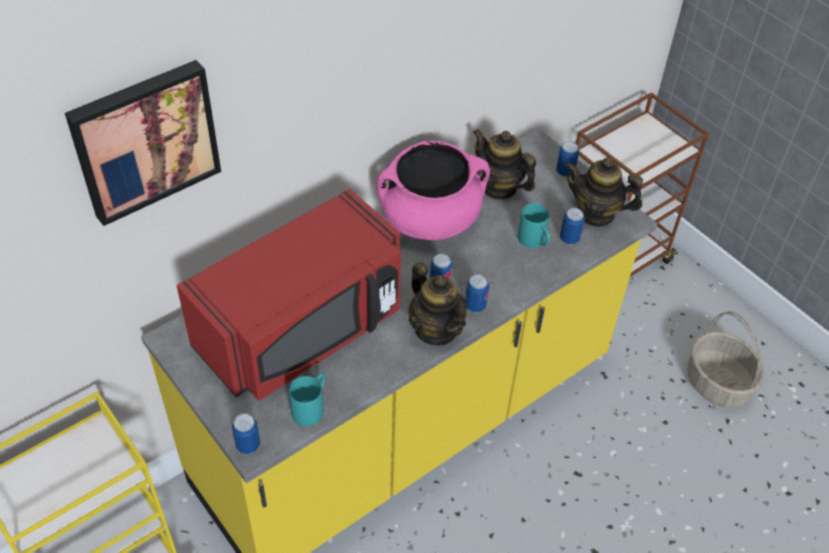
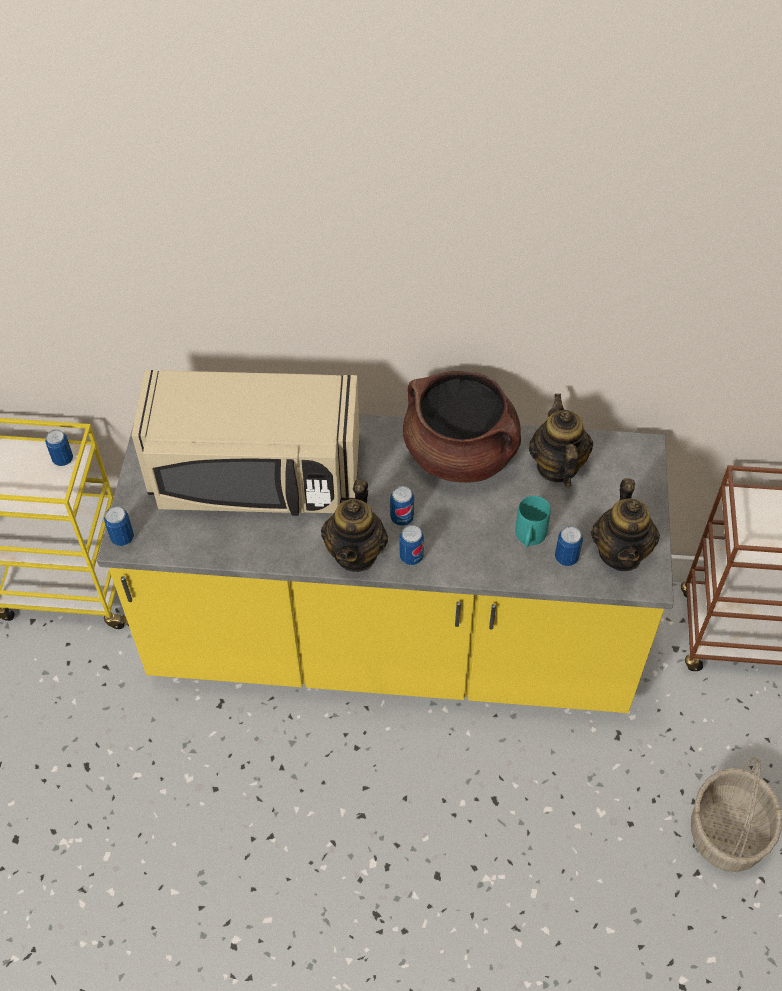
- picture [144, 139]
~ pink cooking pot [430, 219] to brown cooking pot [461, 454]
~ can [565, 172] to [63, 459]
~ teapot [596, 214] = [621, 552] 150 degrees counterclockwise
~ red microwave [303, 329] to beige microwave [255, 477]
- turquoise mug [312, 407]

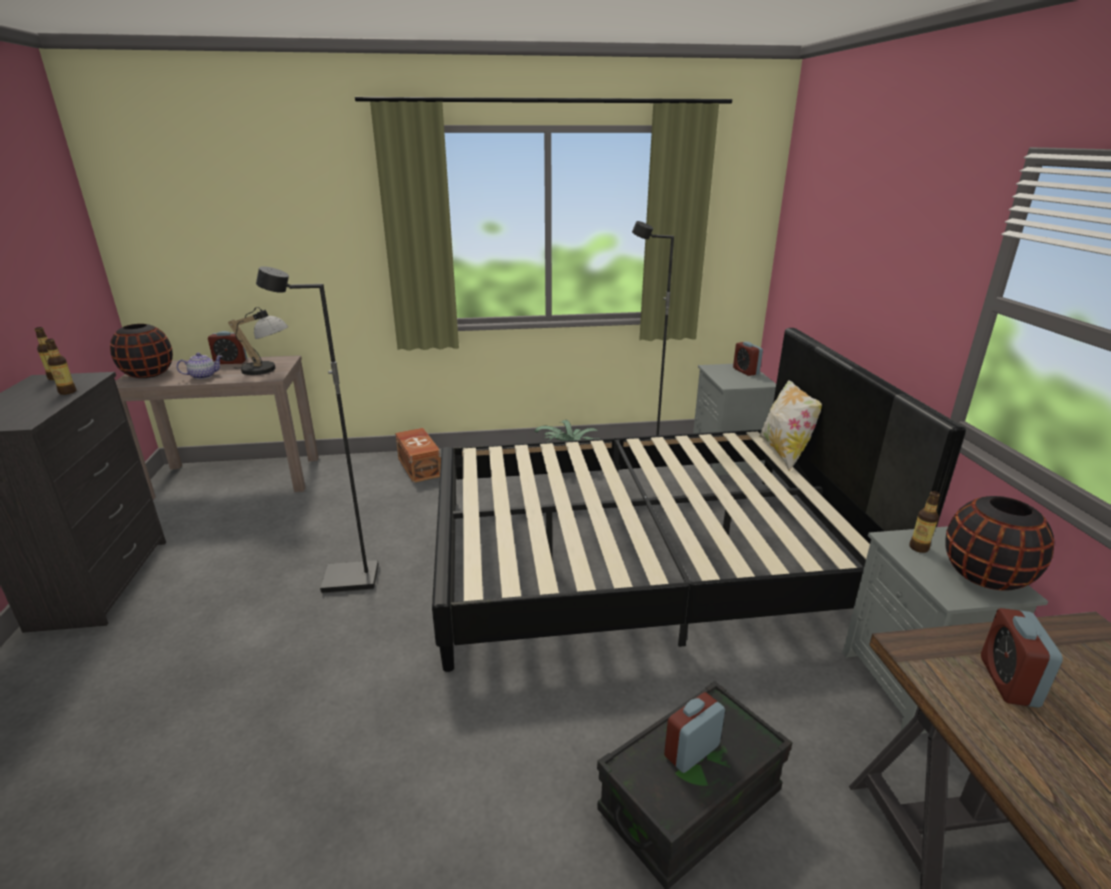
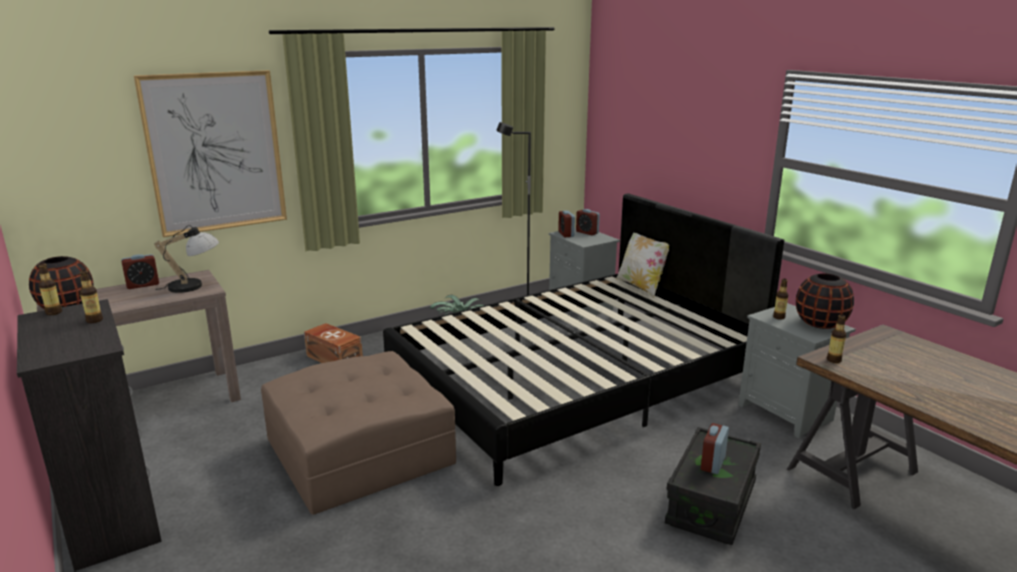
~ black floor lamp [349, 580] to brown ottoman [360, 452]
- teapot [203, 376]
~ alarm clock [1008, 681] to [566, 234]
+ picture [215, 152]
+ bottle [833, 360]

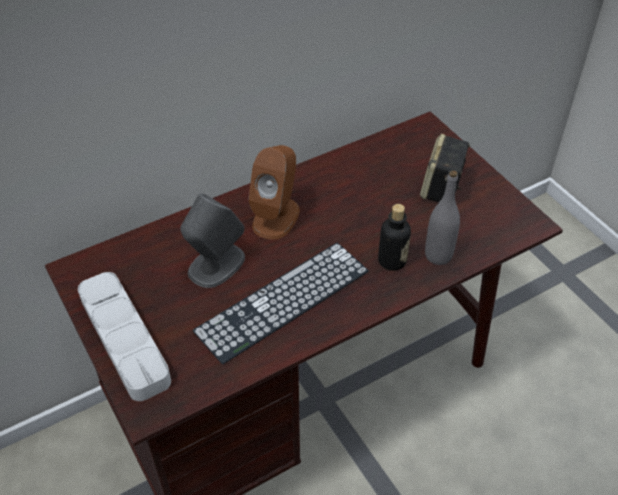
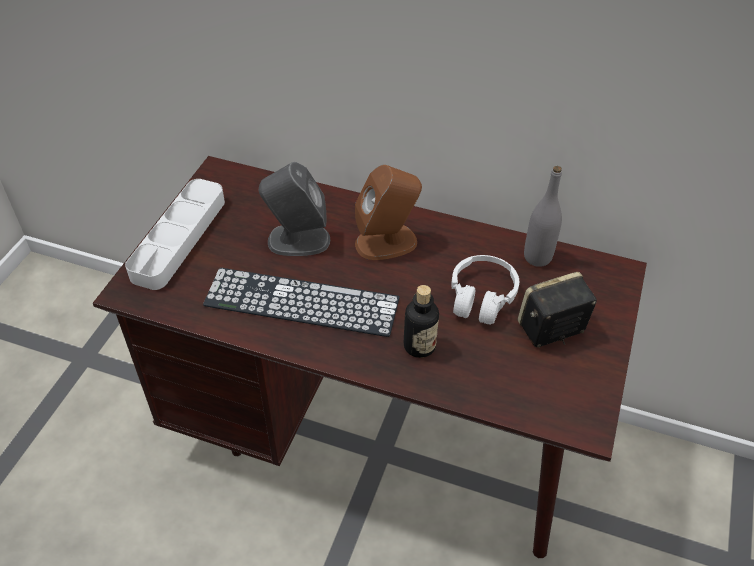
~ grey bottle [438, 255] to [537, 257]
+ white headphones [481, 297]

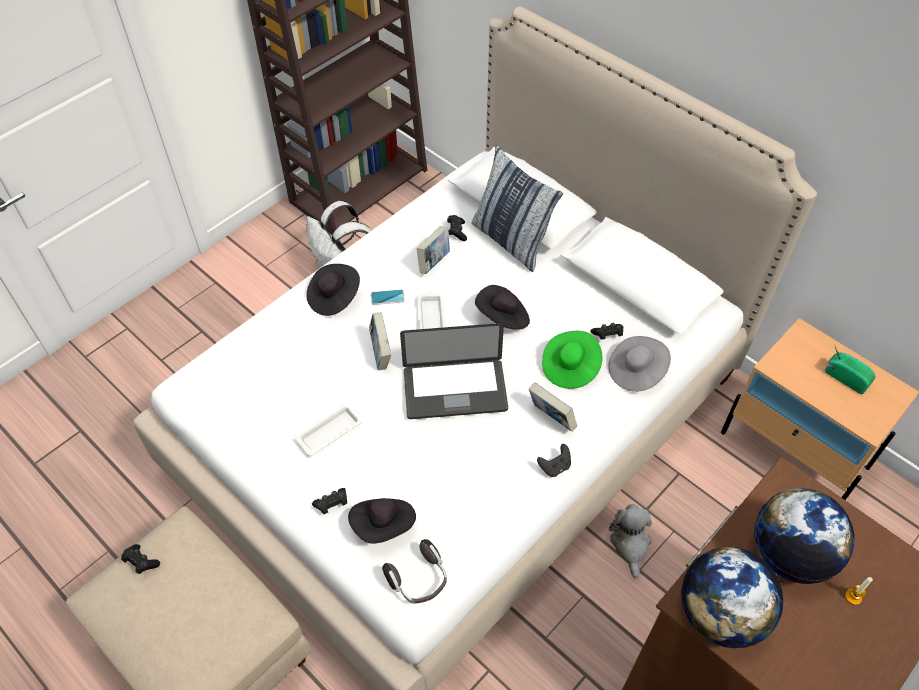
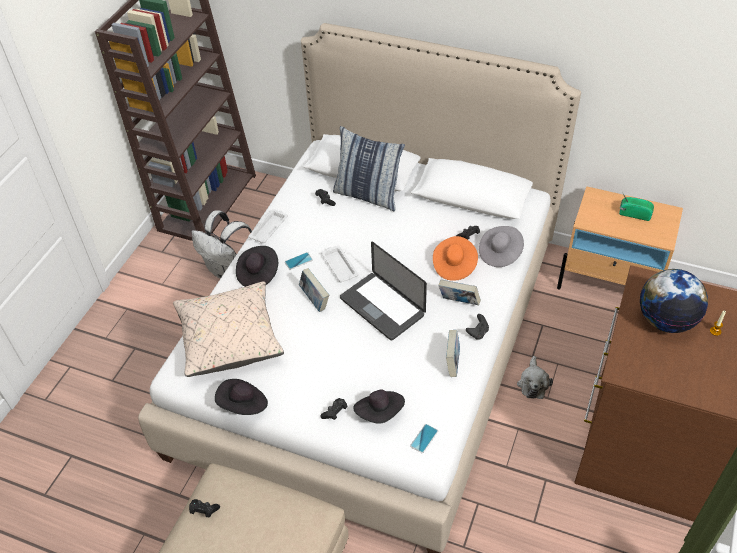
~ book [434, 262] to [452, 362]
~ black hat [503, 317] to [243, 405]
~ laptop [455, 390] = [382, 307] 75 degrees clockwise
~ green hat [570, 367] to orange hat [454, 265]
~ white tray [330, 431] to [269, 228]
~ plush toy [630, 544] = [533, 383] 150 degrees counterclockwise
~ headphones [418, 580] to phone [424, 438]
- globe [719, 614]
+ beige pillow [230, 339]

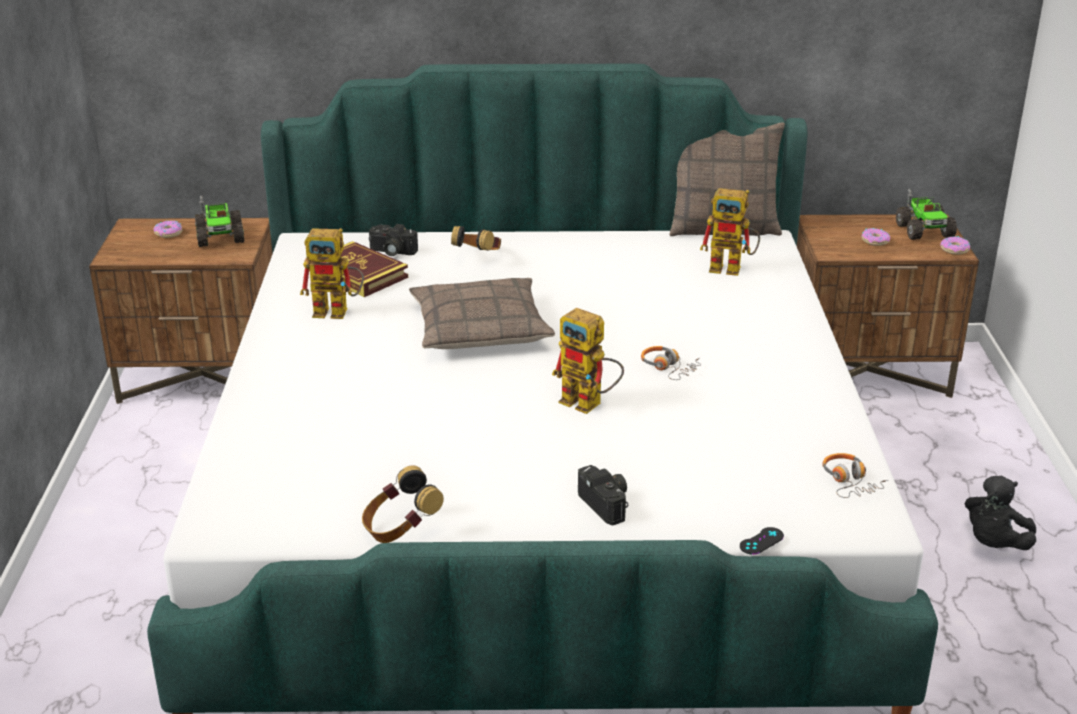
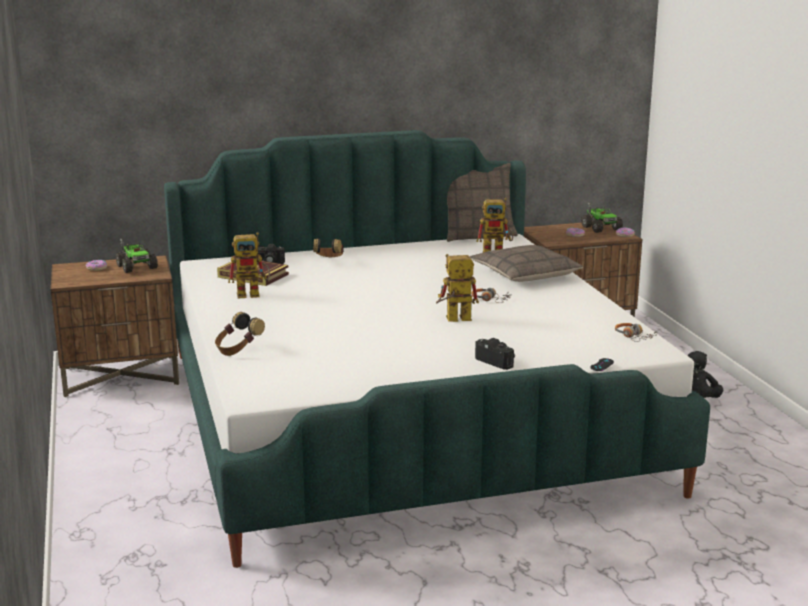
~ pillow [480, 328] to [524, 274]
~ toy robot [589, 404] = [453, 320] 150 degrees clockwise
~ headphones [400, 529] to [238, 350]

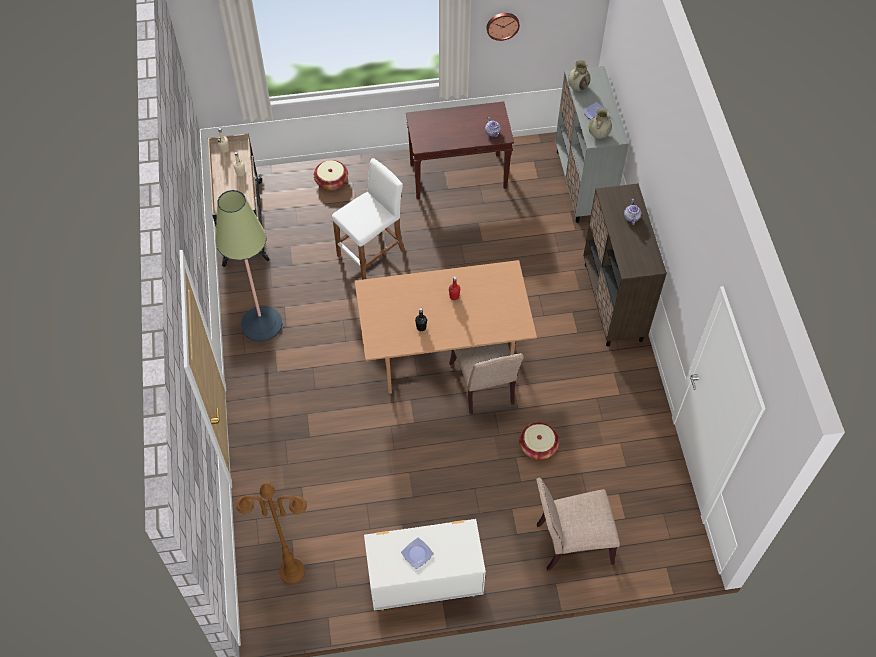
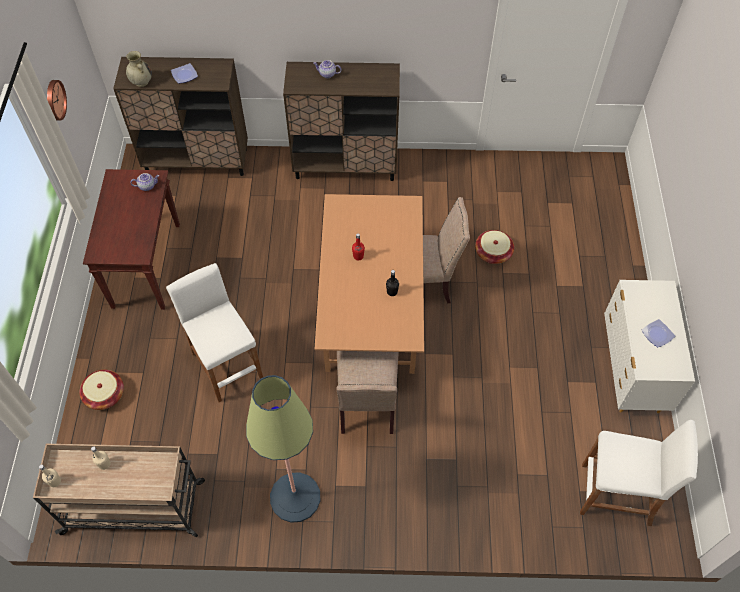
~ grey cabinet [582, 184] to brown cabinet [197, 161]
- beige vase [598, 134]
~ beige chair [570, 542] to [367, 405]
~ brown floor lamp [291, 572] to white stool [616, 495]

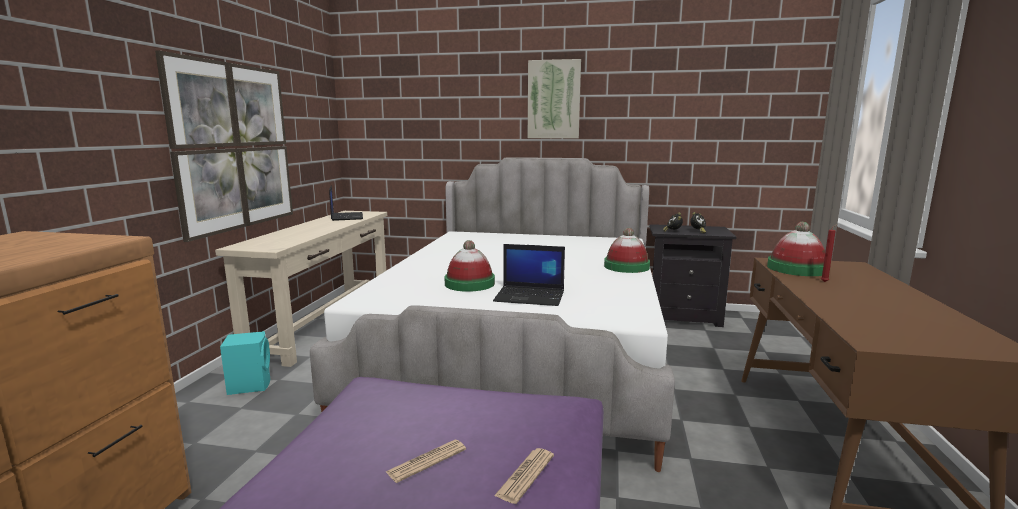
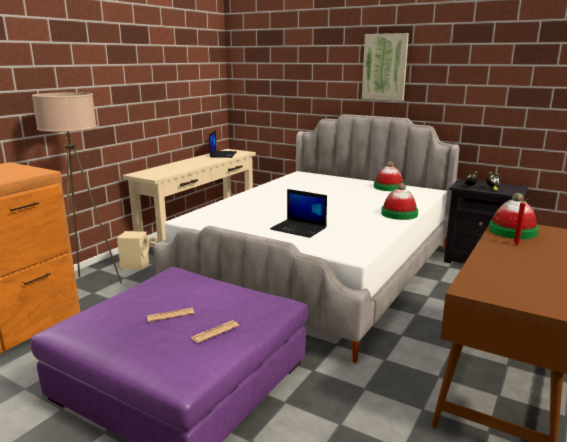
- picture [234, 147]
~ hat [469, 284] to [388, 187]
~ turquoise speaker [250, 385] to beige speaker [135, 265]
+ beige floor lamp [89, 286]

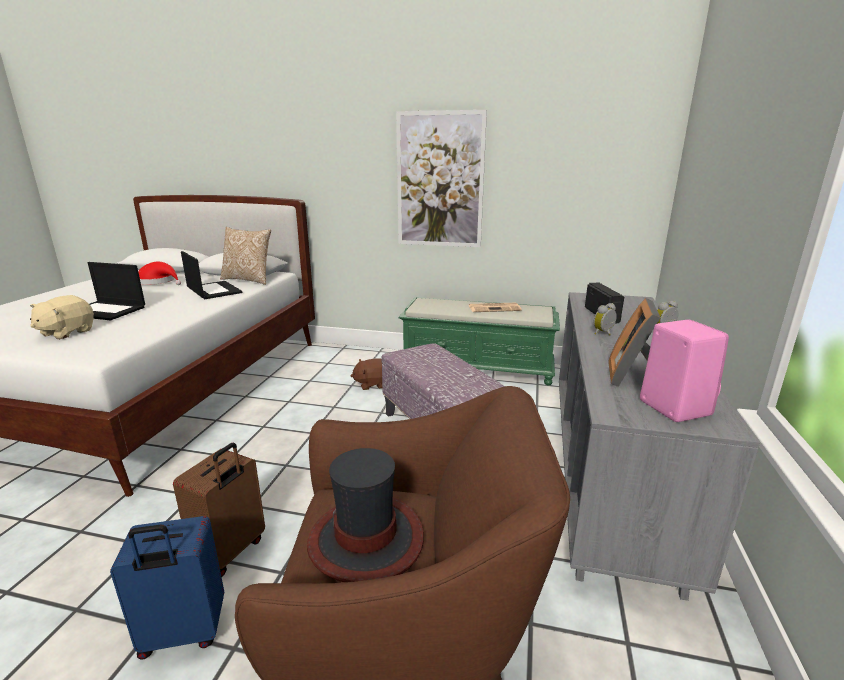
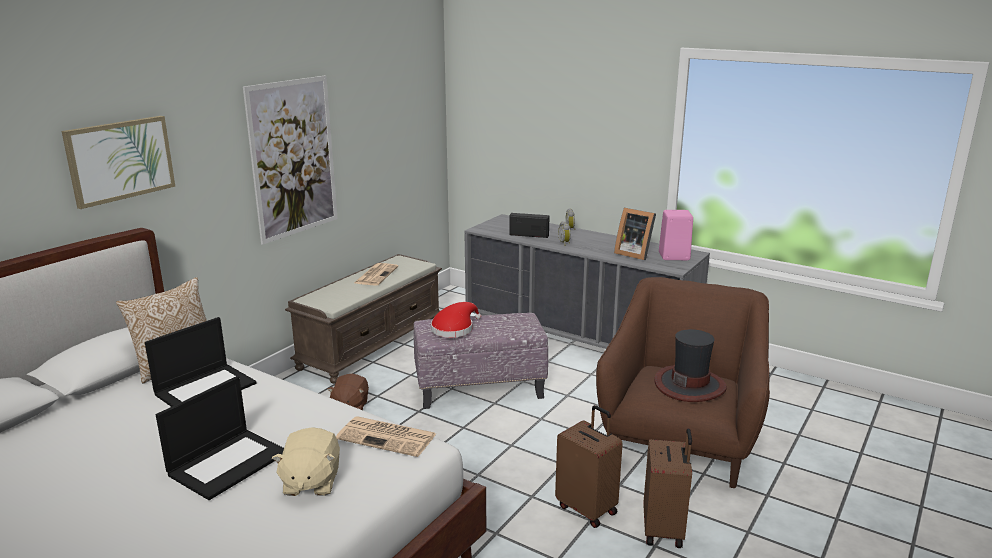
~ laptop [213, 290] = [206, 388] 150 degrees clockwise
~ red hat [158, 282] to [454, 329]
~ beige plush toy [66, 332] = [310, 482] 45 degrees clockwise
~ green bench [478, 367] to brown bench [372, 344]
~ blue suitcase [183, 634] to brown suitcase [664, 530]
+ picture [120, 160]
+ newspaper [388, 437]

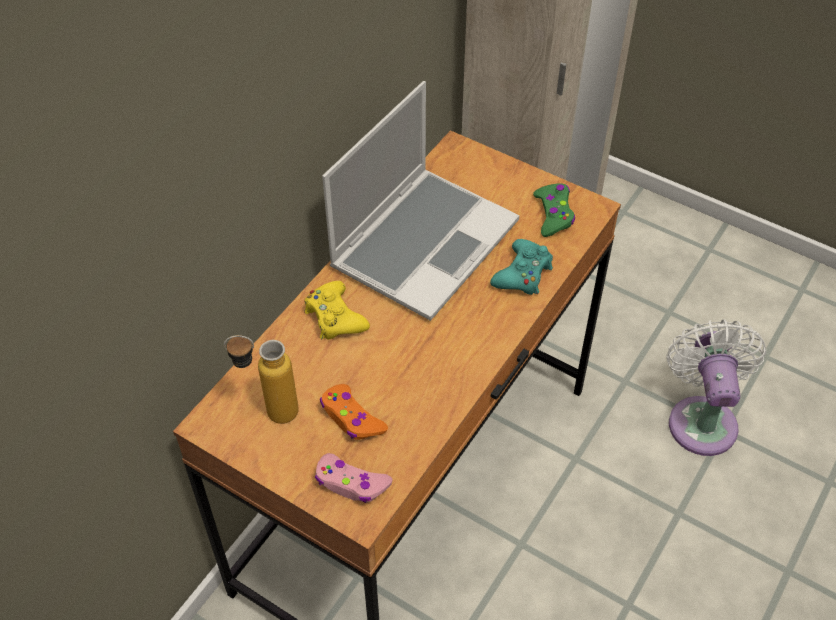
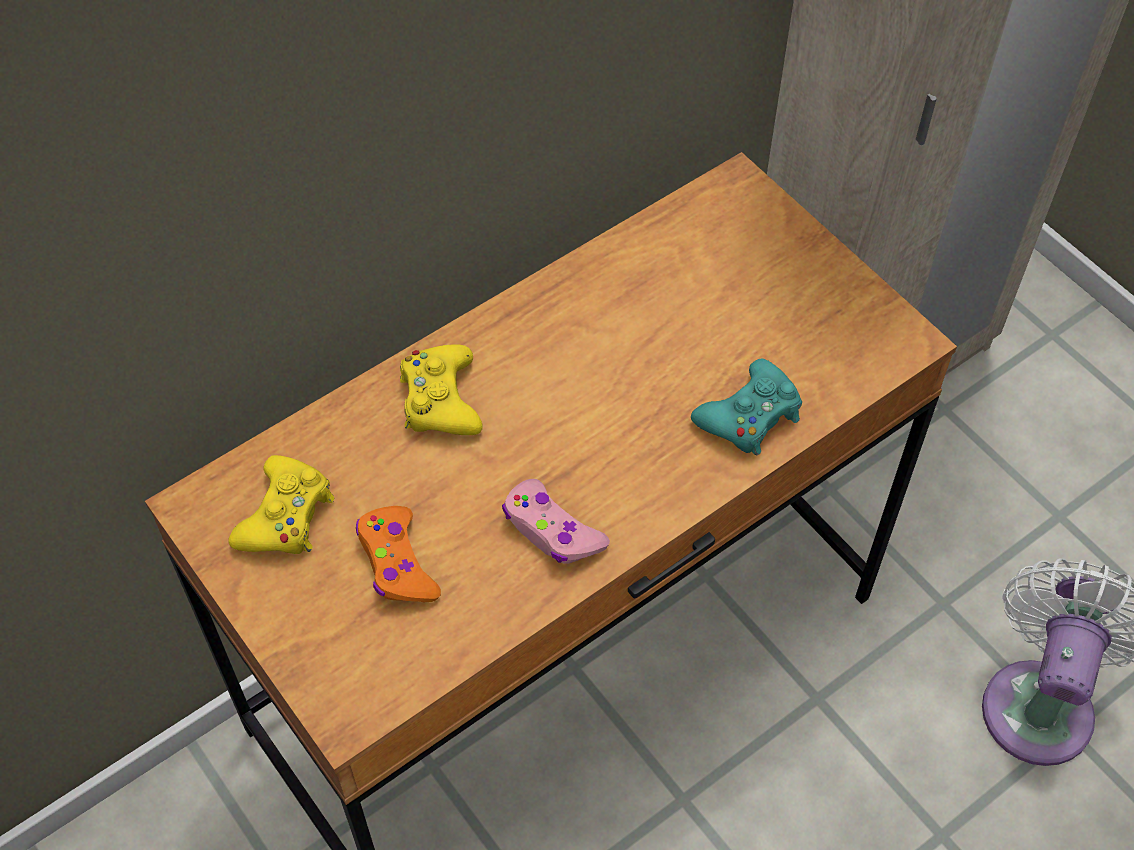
- laptop [424, 242]
- green game controller [553, 214]
~ bottle [269, 412] to yellow game controller [286, 516]
~ pink game controller [351, 483] to [552, 531]

